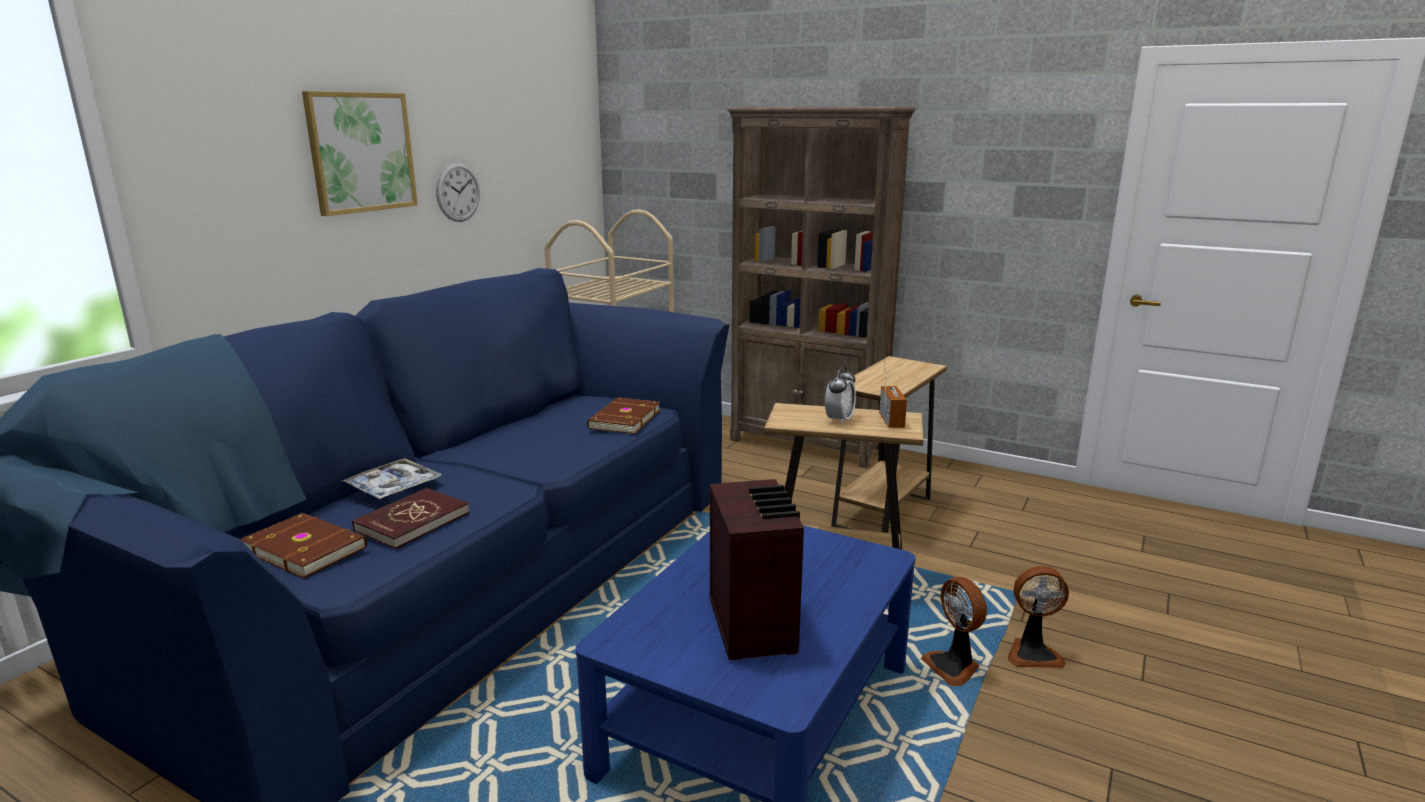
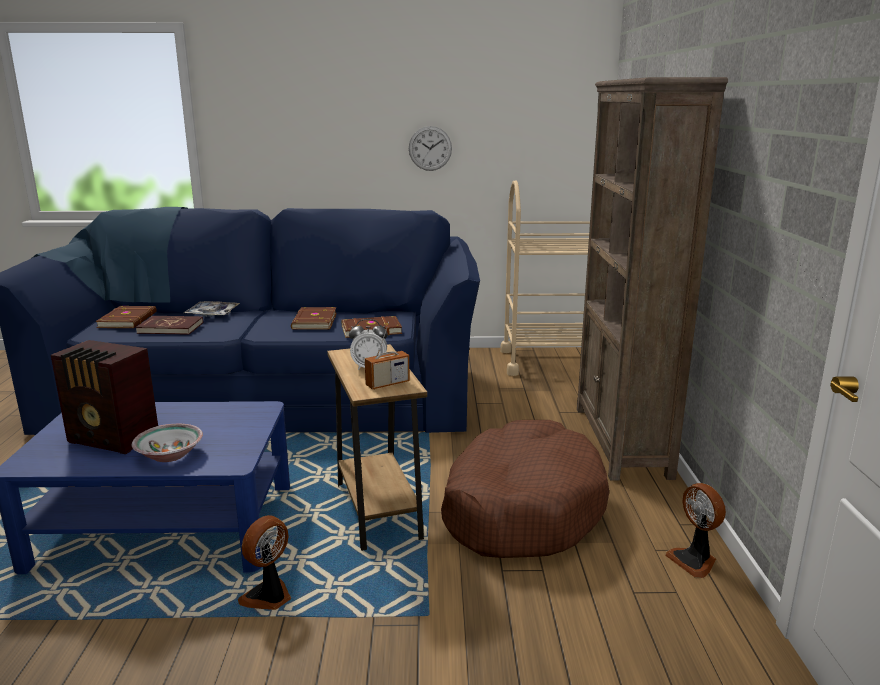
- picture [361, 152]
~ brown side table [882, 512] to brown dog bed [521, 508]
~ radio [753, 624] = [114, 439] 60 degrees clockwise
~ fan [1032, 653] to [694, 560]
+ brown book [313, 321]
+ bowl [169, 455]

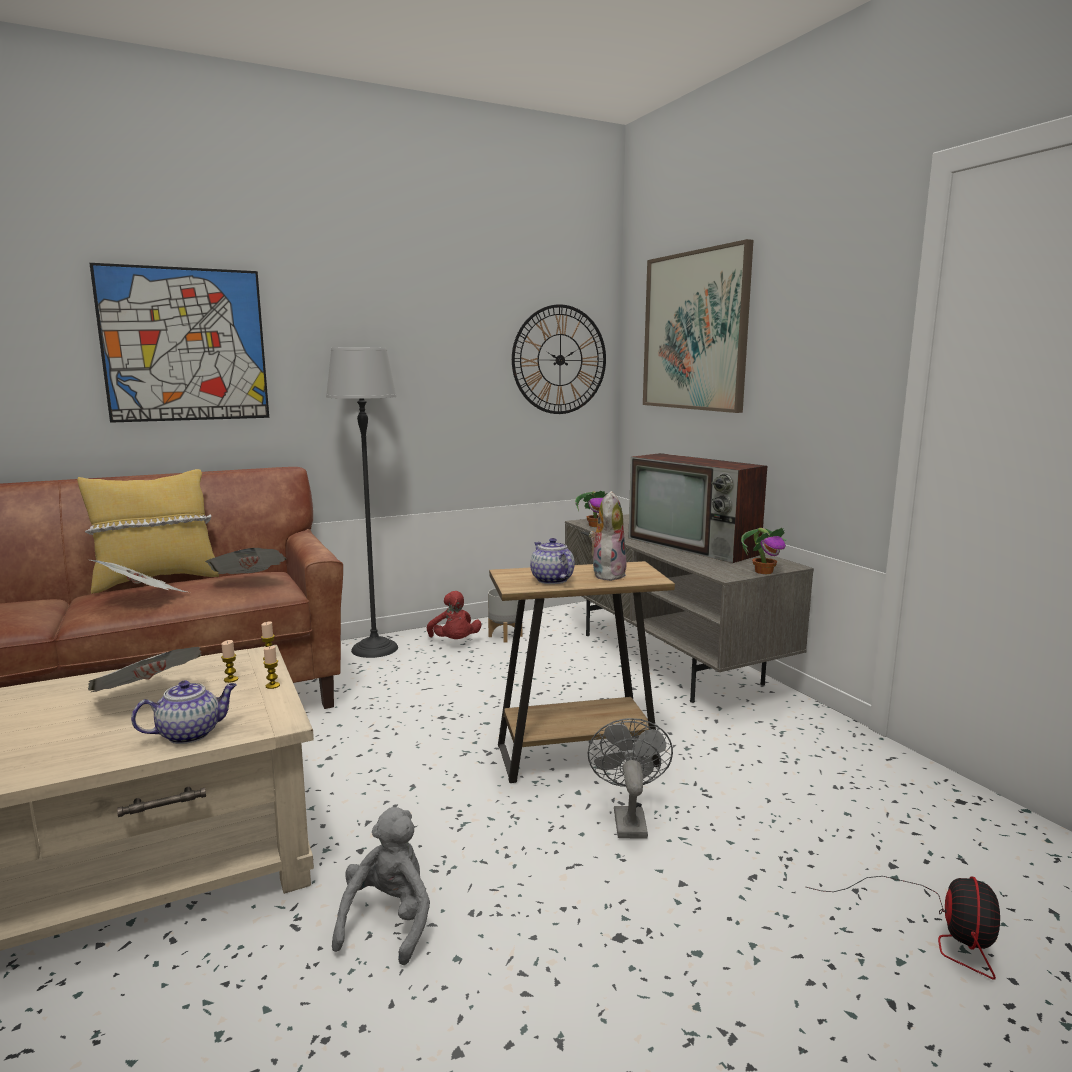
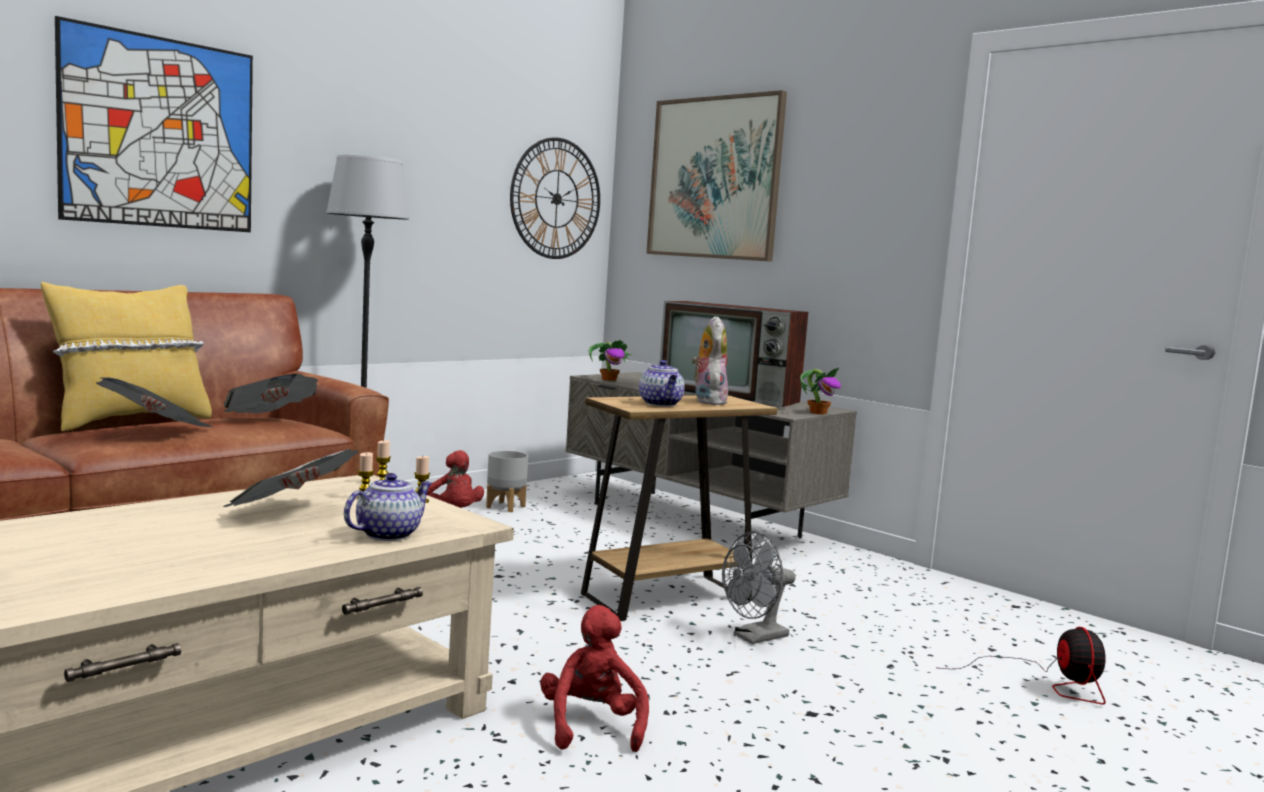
~ teapot [551, 580] = [661, 404] 150 degrees counterclockwise
~ grey fan [628, 819] = [754, 638] 105 degrees counterclockwise
~ grey plush toy [388, 921] to red plush toy [591, 726]

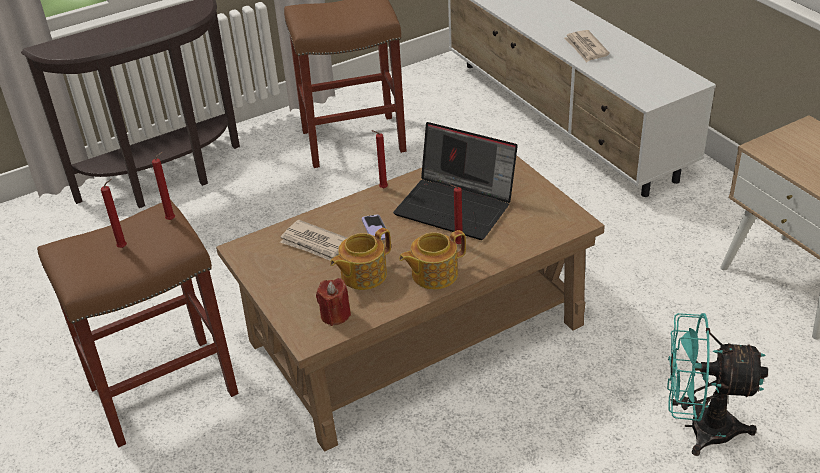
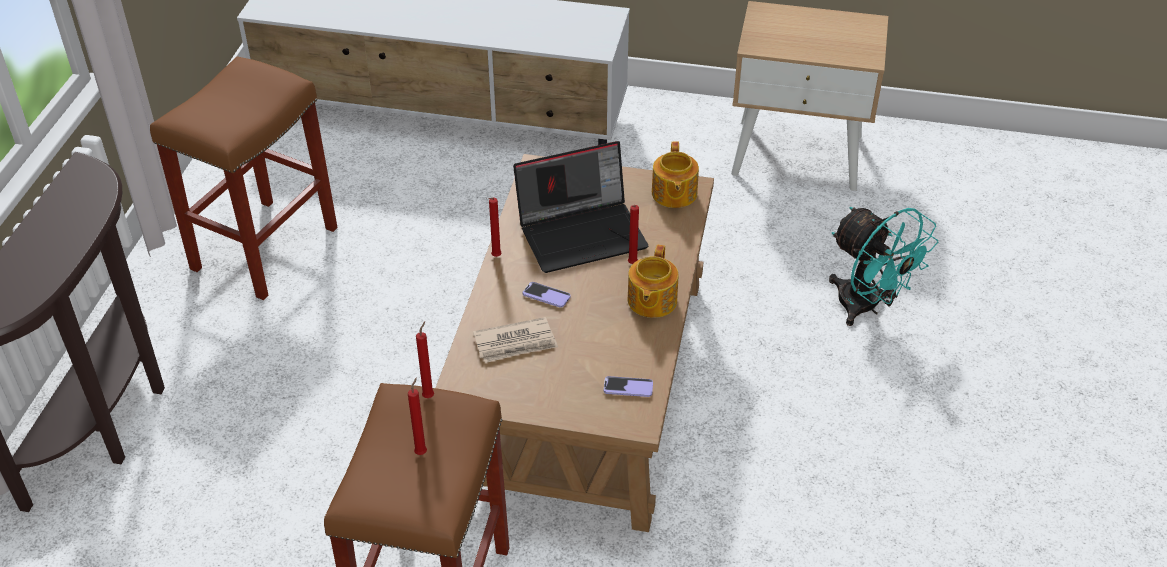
- newspaper [586, 48]
~ teapot [362, 275] to [673, 194]
~ red candle [335, 315] to phone [628, 388]
~ turquoise fan [699, 427] = [867, 307] 90 degrees counterclockwise

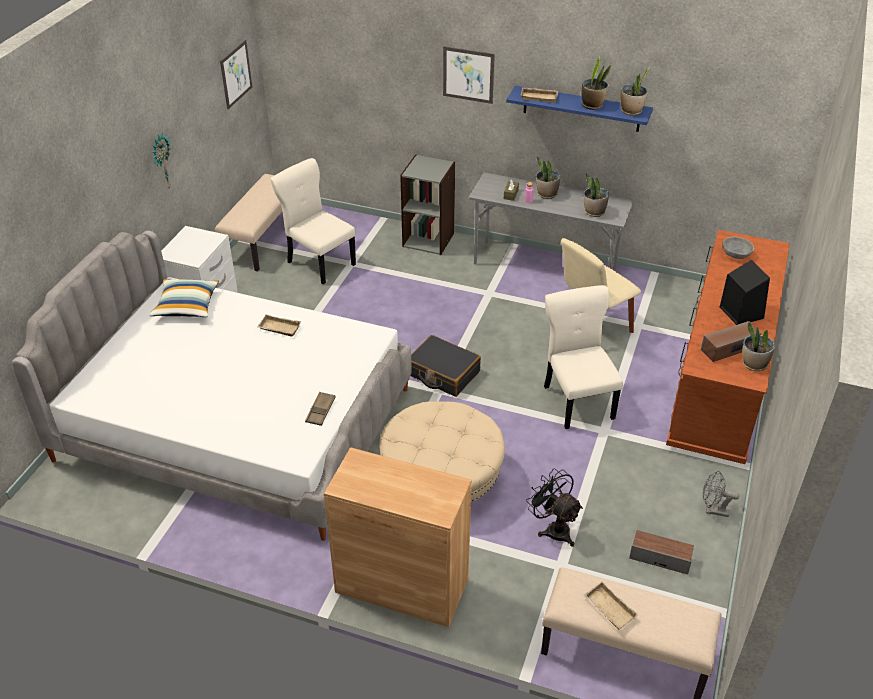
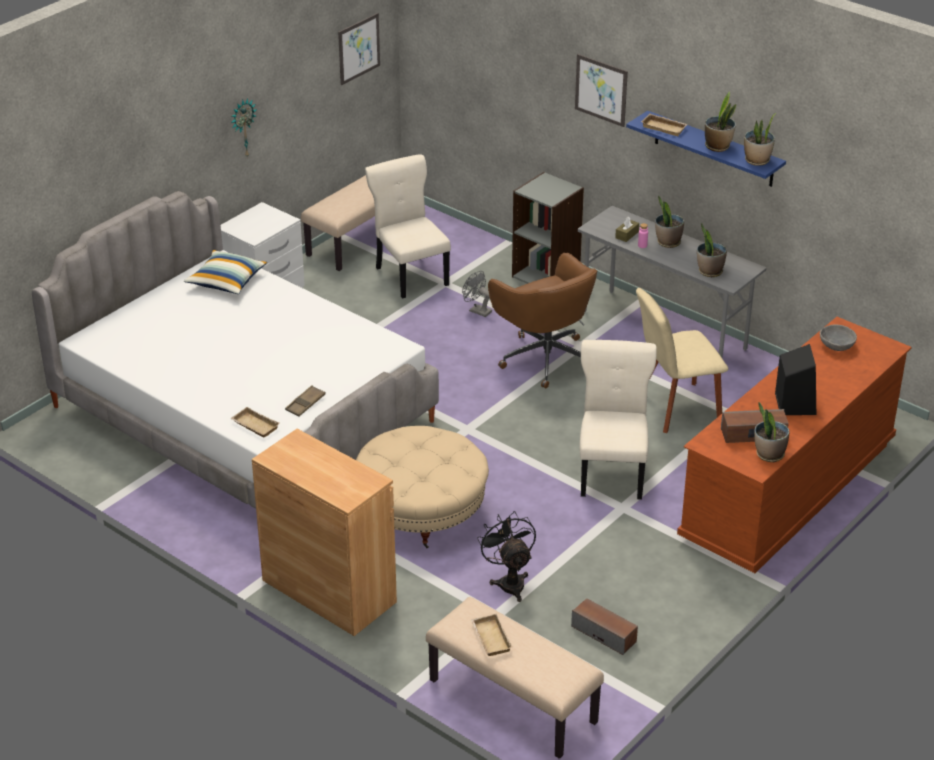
~ beige tray [278, 329] to [254, 426]
- black suitcase [443, 373]
~ grey fan [713, 510] to [477, 310]
+ brown office chair [545, 358]

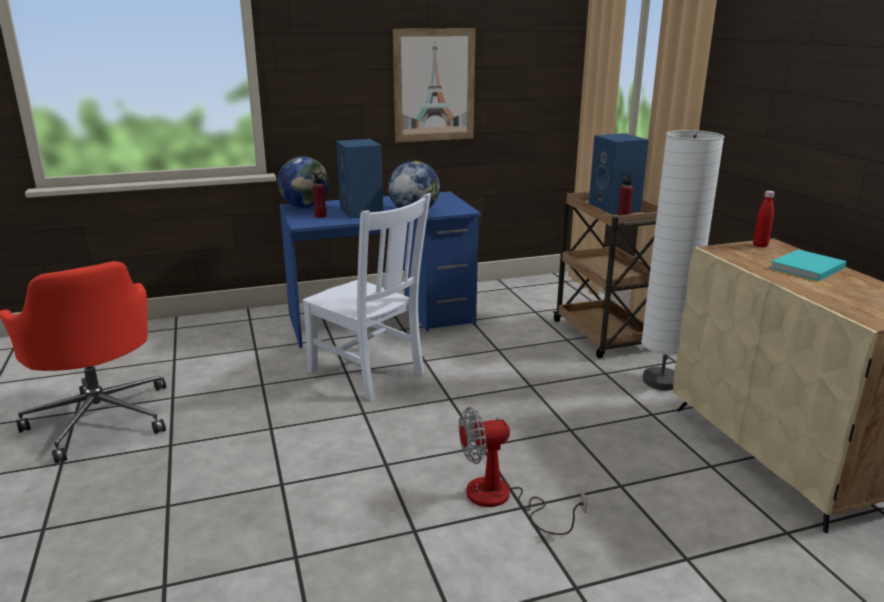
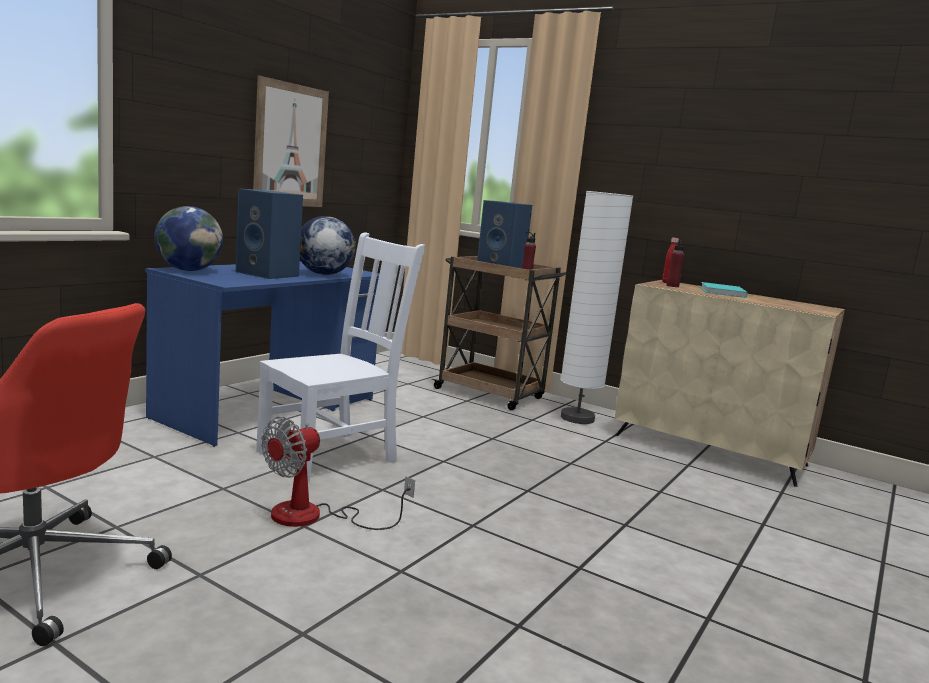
~ red bottle [320, 216] to [672, 286]
~ white chair [369, 373] = [332, 455] 45 degrees counterclockwise
~ fan [502, 500] to [314, 517]

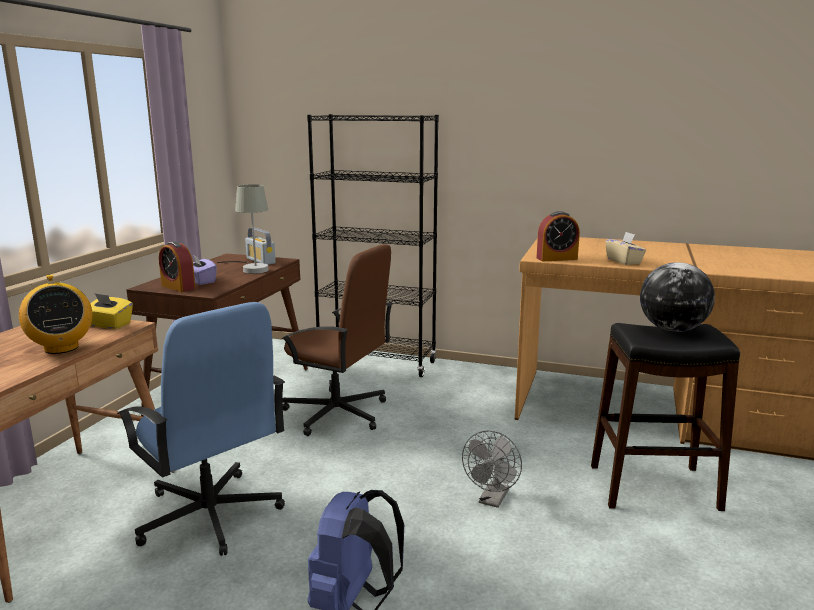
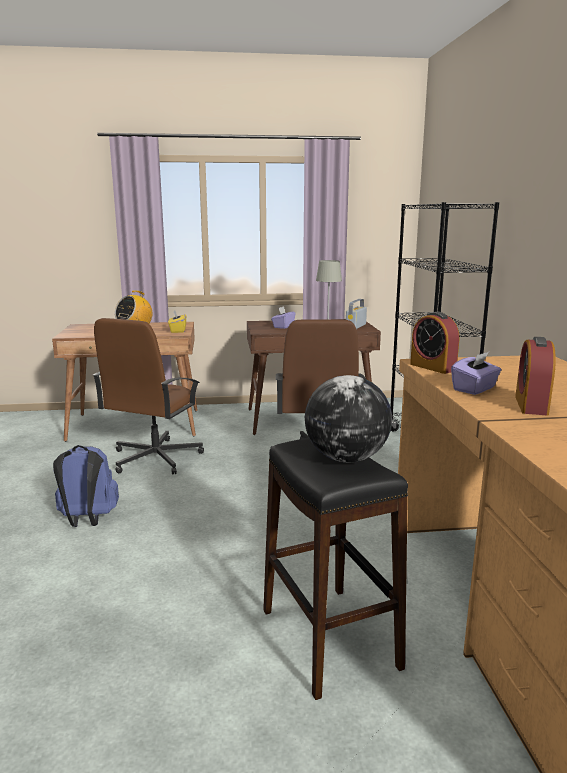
~ beige tissue box [624, 261] to purple tissue box [474, 389]
~ alarm clock [178, 287] to [531, 405]
~ blue office chair [209, 515] to brown office chair [154, 458]
- grey fan [492, 500]

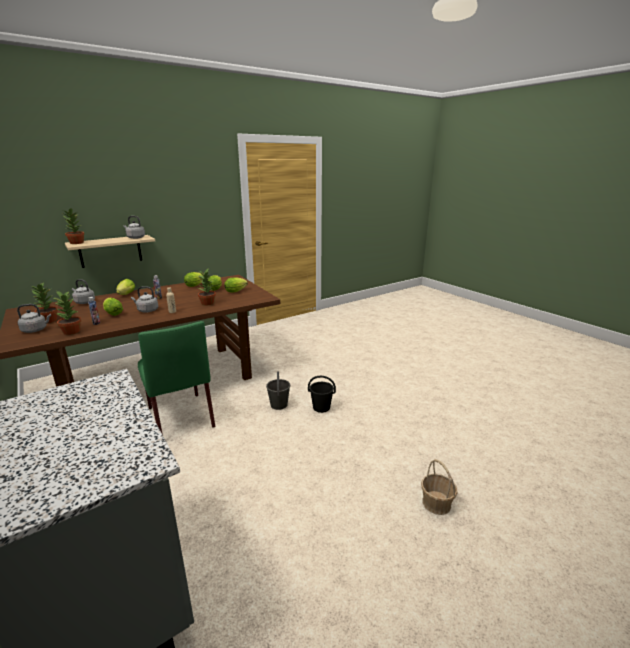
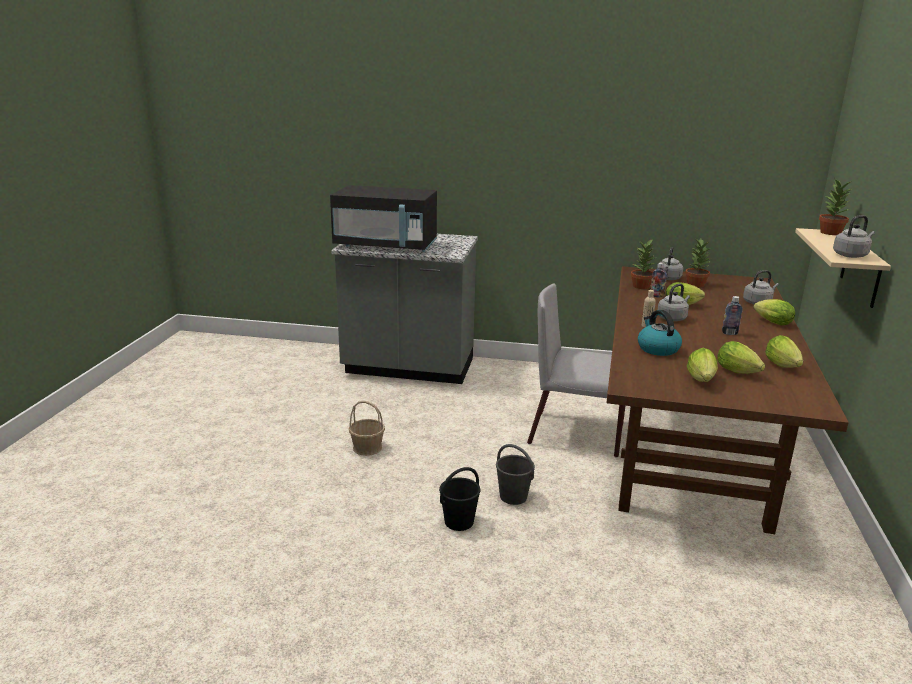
~ potted plant [208, 303] to kettle [657, 349]
~ green chair [180, 416] to grey chair [578, 434]
~ basket [436, 503] to [367, 447]
+ black microwave [386, 246]

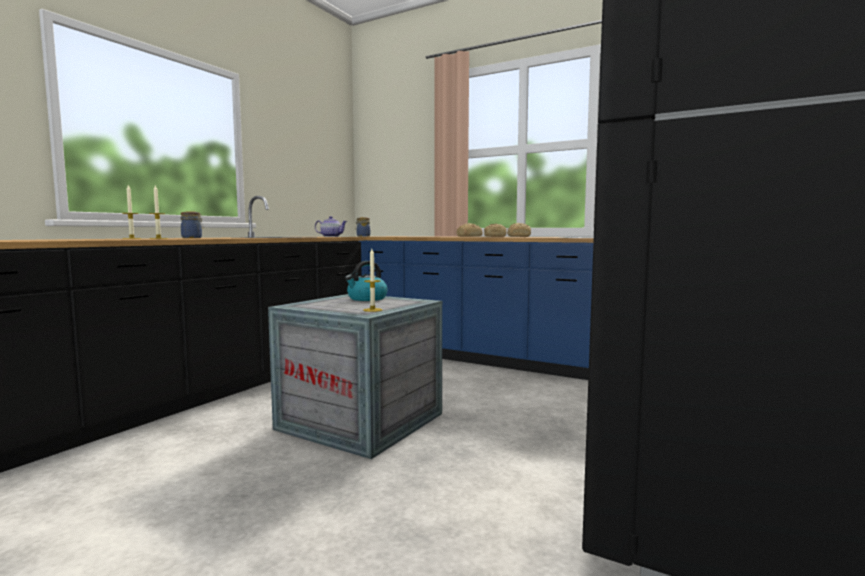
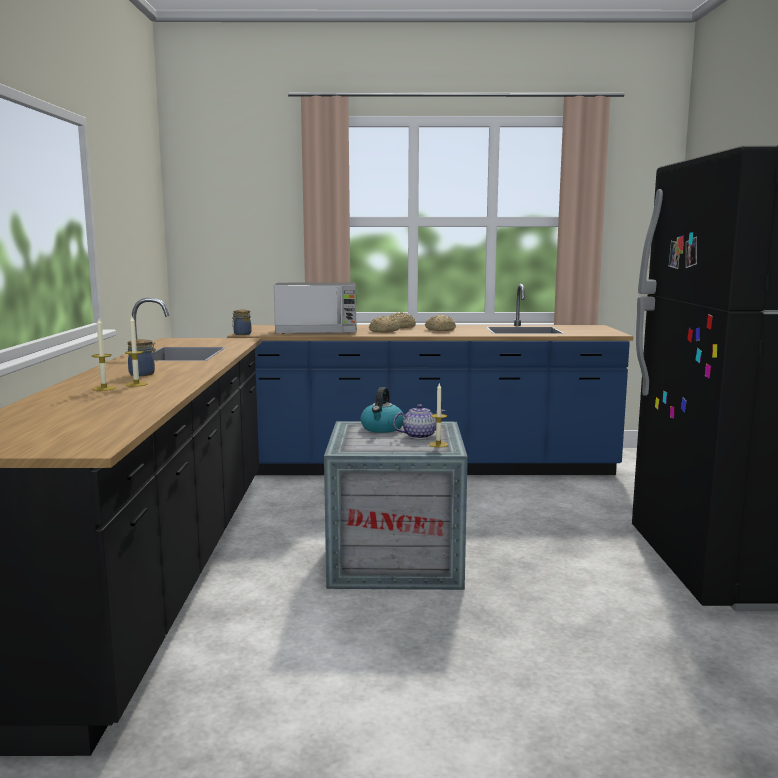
~ teapot [331, 236] to [418, 436]
+ microwave [317, 332]

